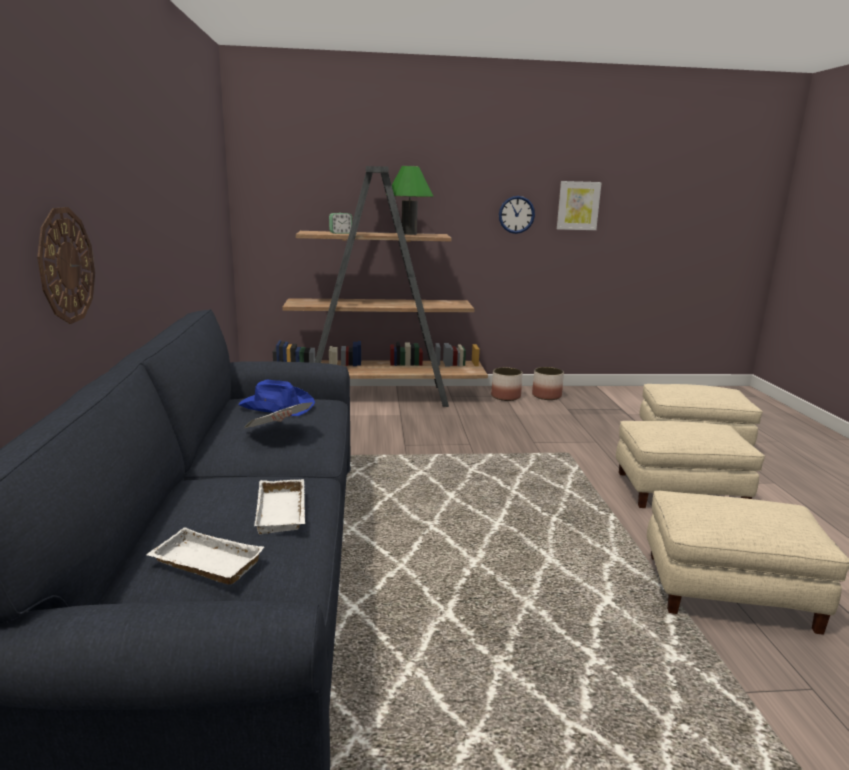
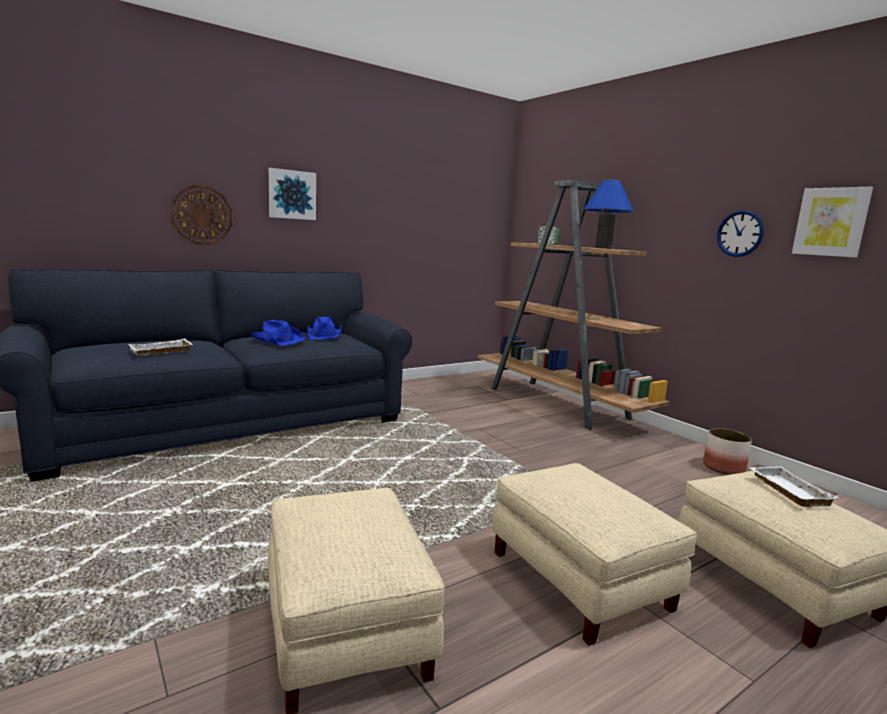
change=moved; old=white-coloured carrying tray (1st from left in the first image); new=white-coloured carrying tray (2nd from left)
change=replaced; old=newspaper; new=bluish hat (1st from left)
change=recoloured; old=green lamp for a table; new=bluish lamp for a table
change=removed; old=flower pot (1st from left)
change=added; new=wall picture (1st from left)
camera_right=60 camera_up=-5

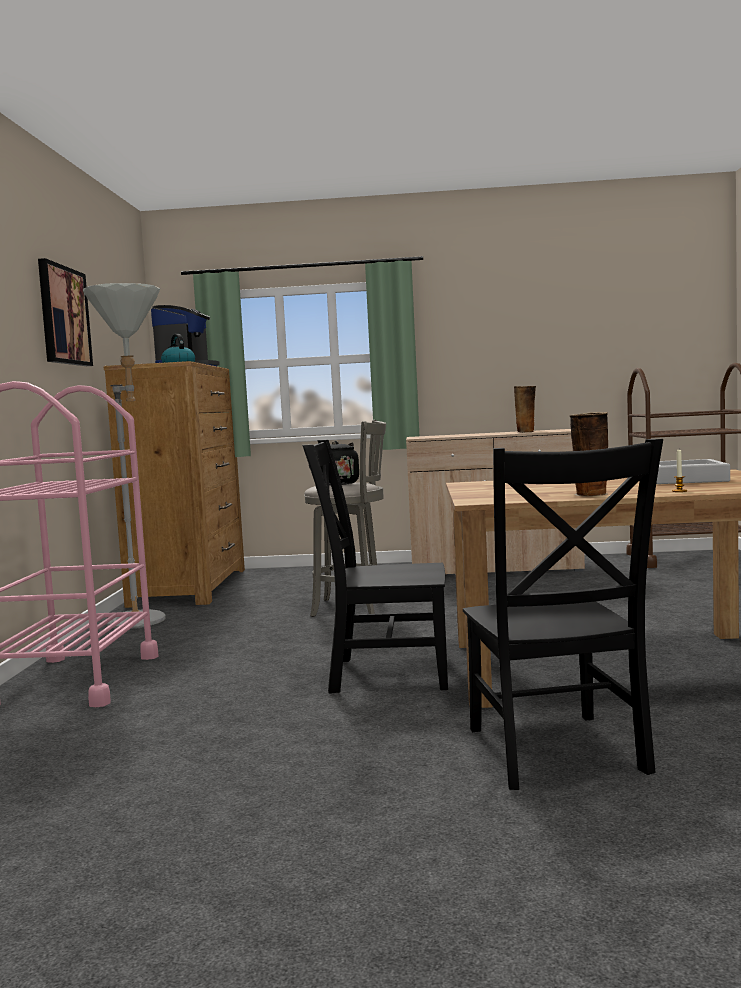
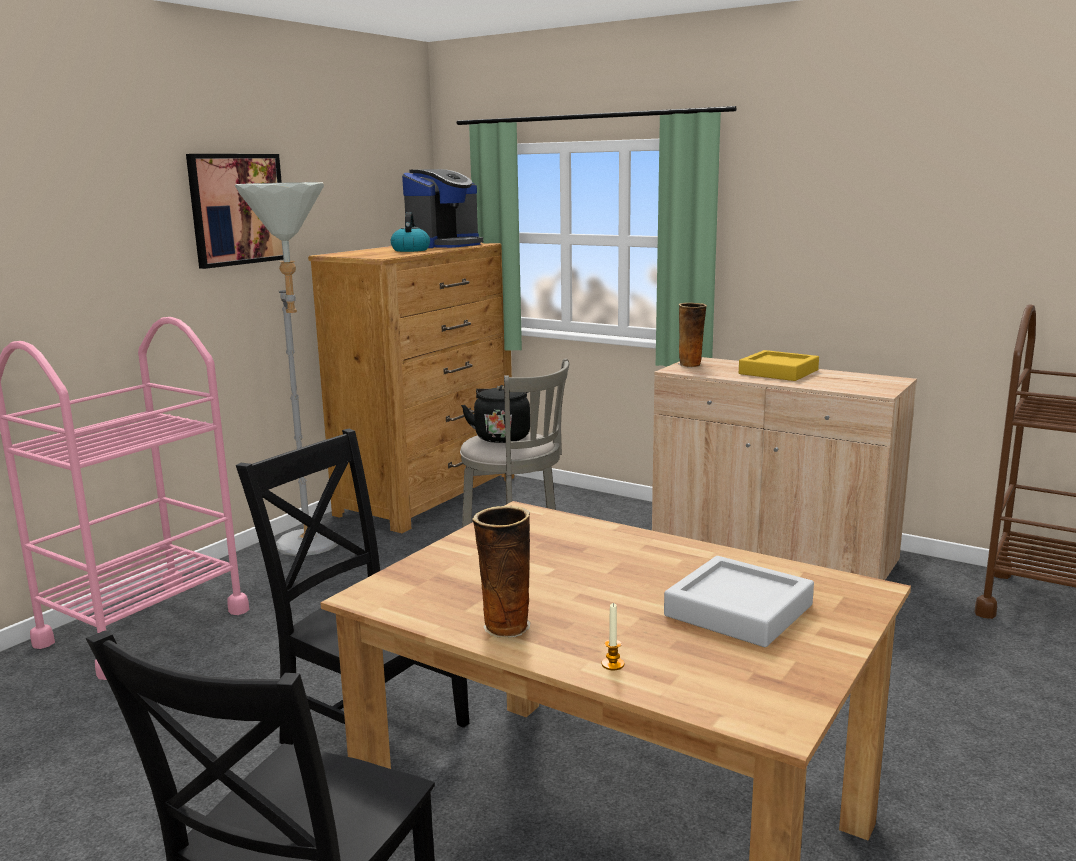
change=moved; old=flower vase (1st from left in the first image); new=flower vase (2nd from left)
change=added; new=yellow carrying tray
camera_right=30 camera_up=10

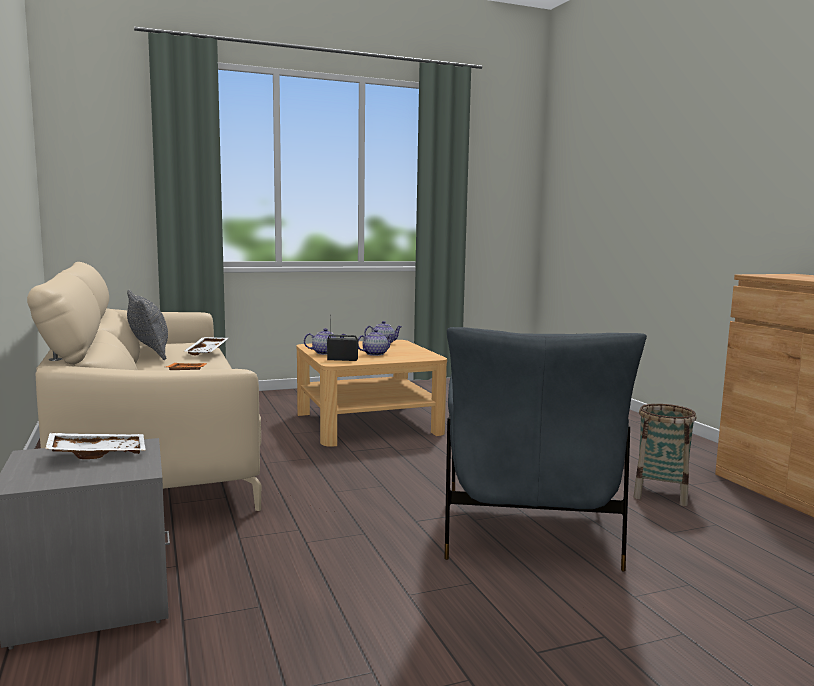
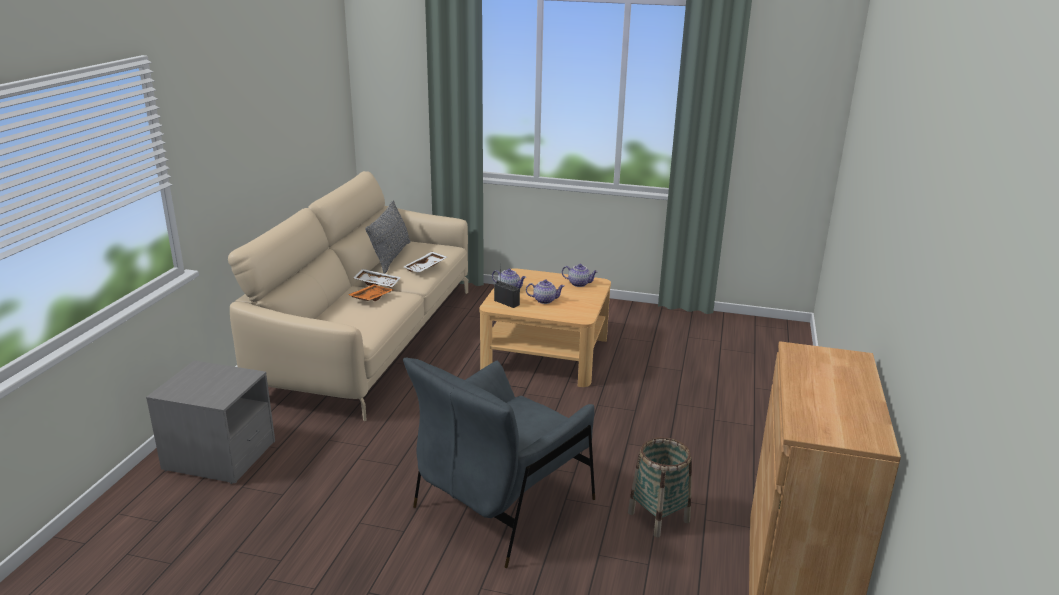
change=moved; old=white-coloured carrying tray (1st from left)
camera_right=35 camera_up=15

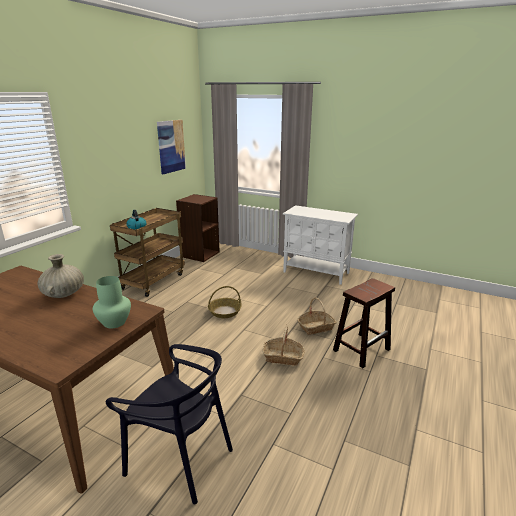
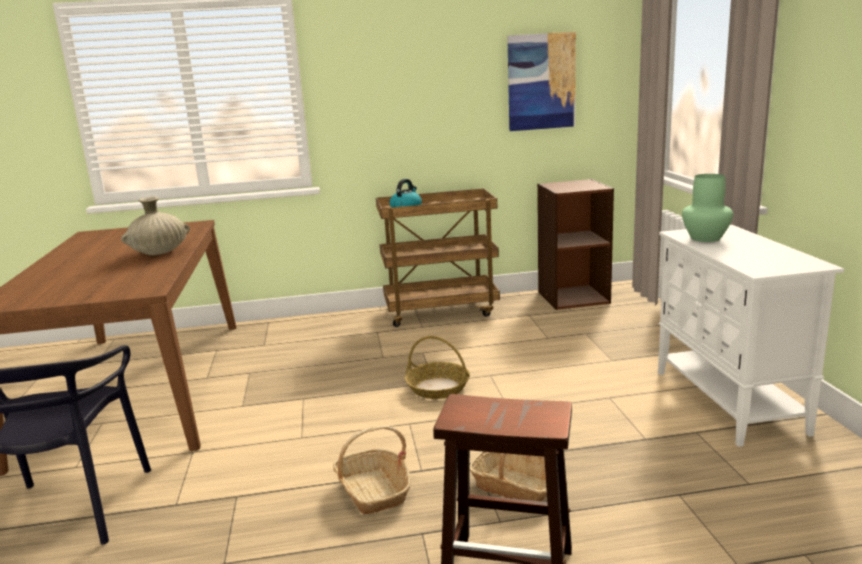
change=moved; old=green flower vase
camera_right=55 camera_up=-5

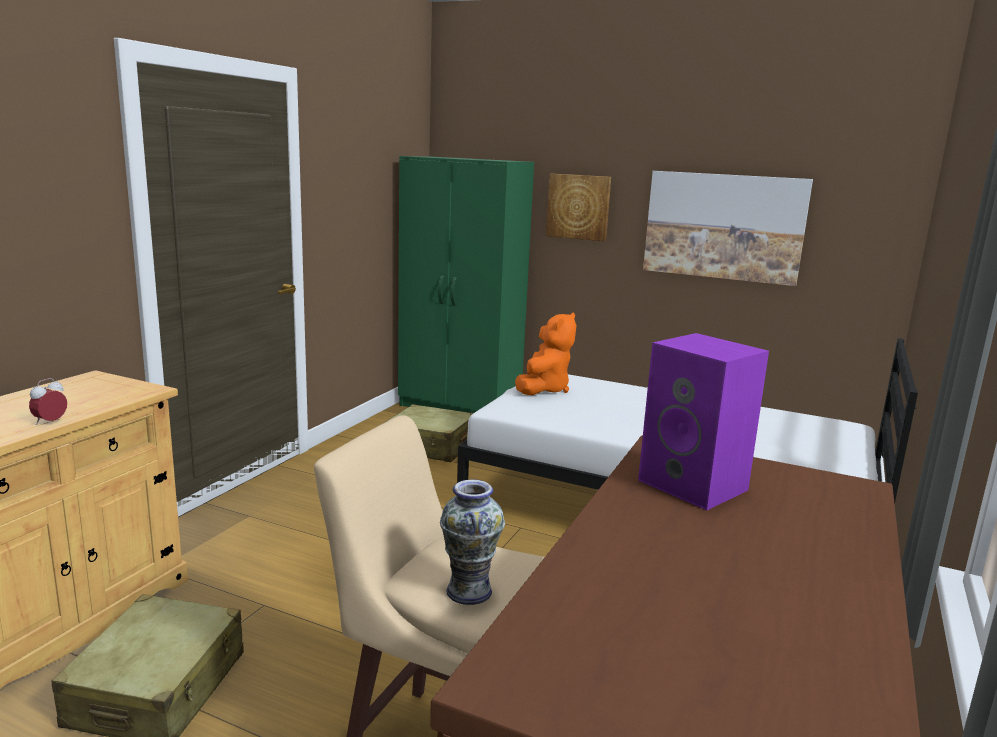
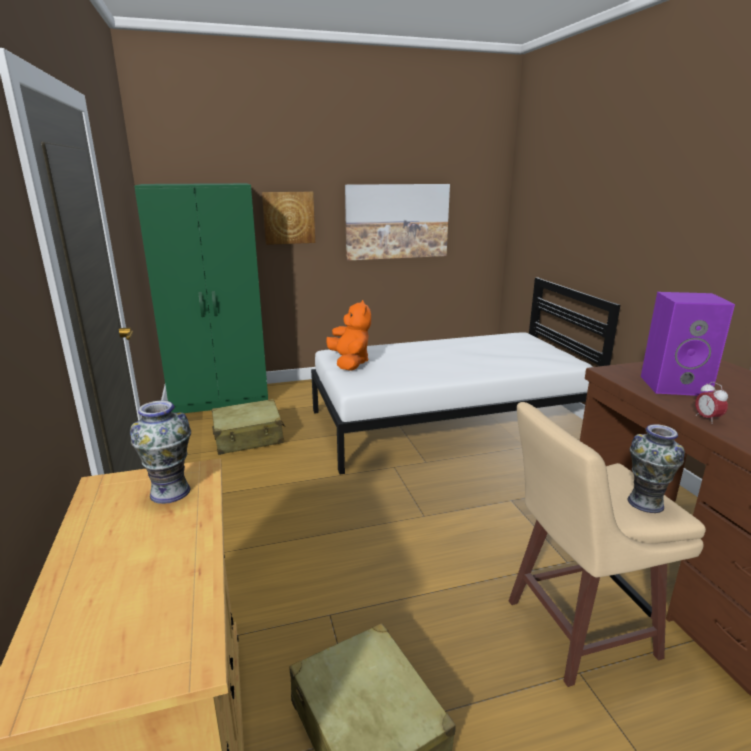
change=moved; old=table clock
change=added; new=flower vase (1st from left)
camera_right=-40 camera_up=5

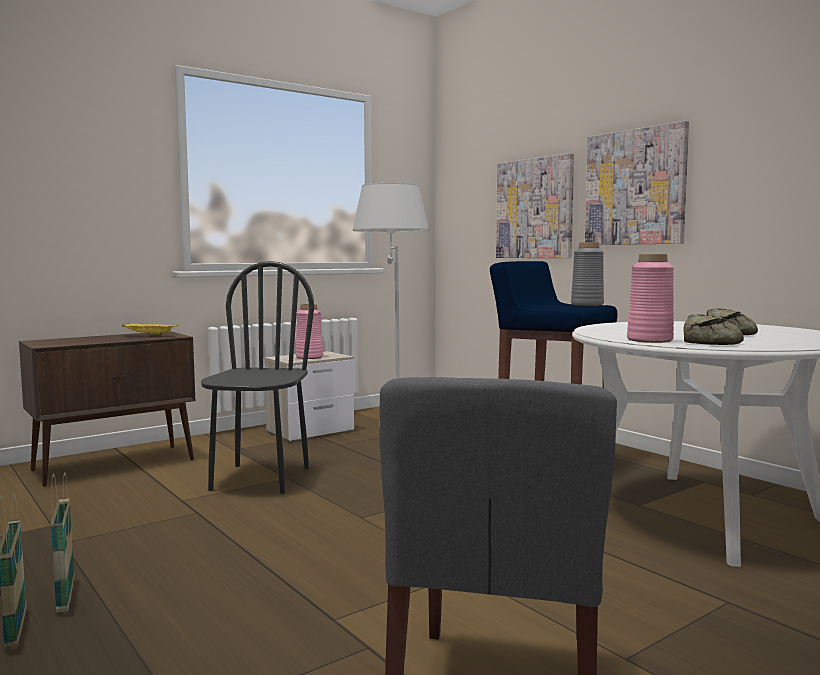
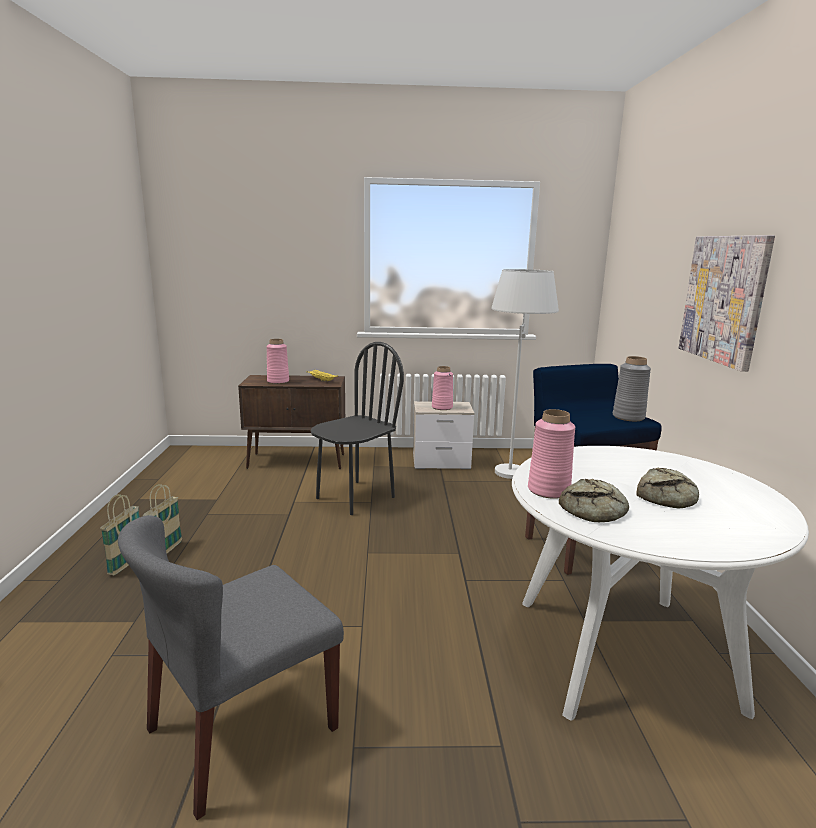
change=removed; old=wall picture (1st from left)
change=added; new=pinkish flower vase (1st from left)
camera_right=35 camera_up=10

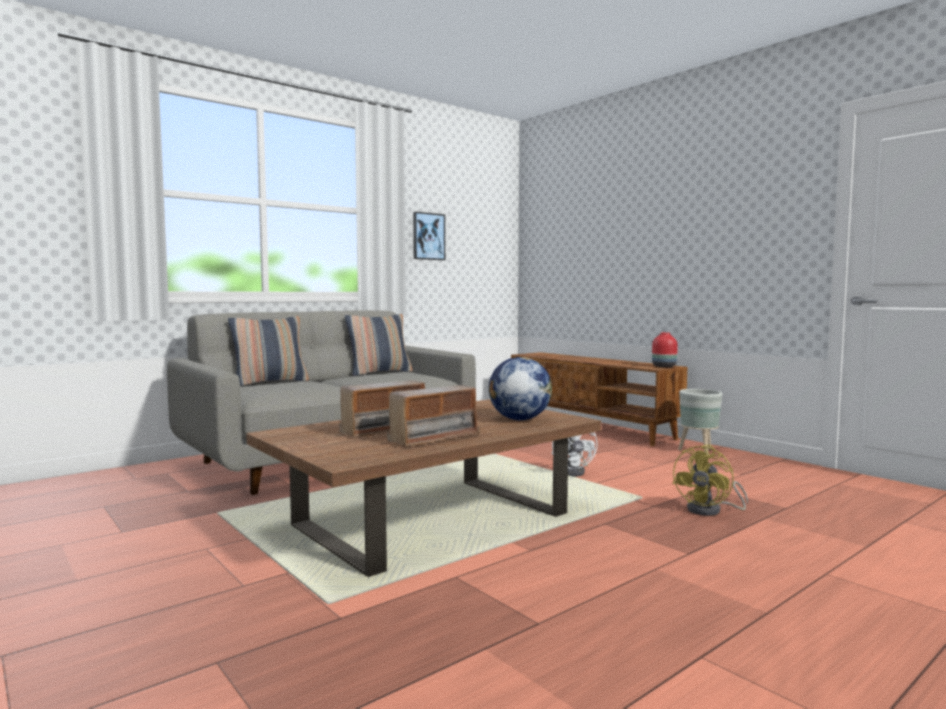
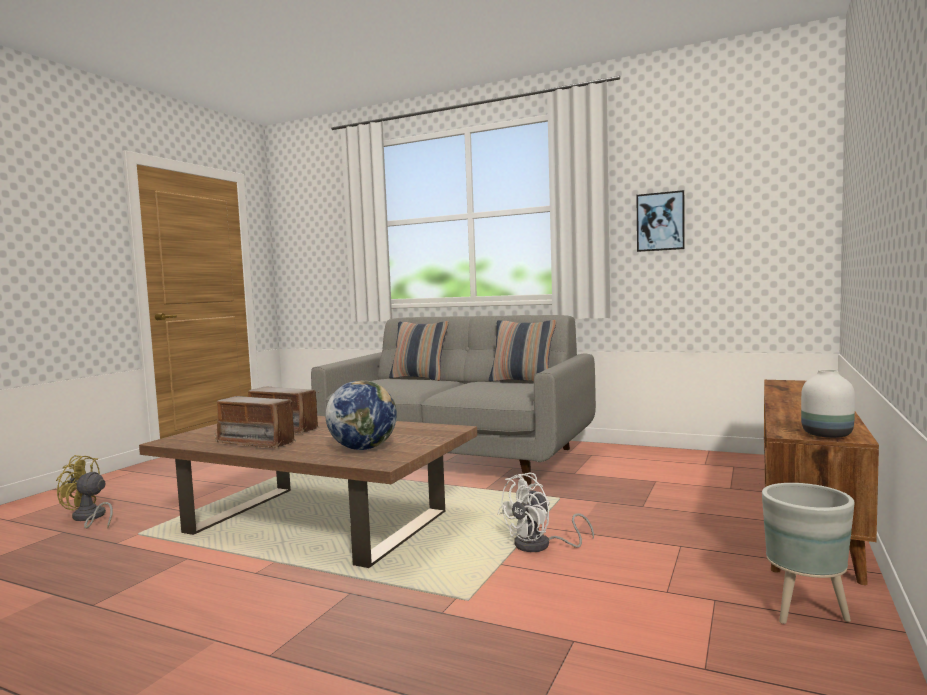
change=recoloured; old=reddish flower vase; new=white-coloured flower vase
change=moved; old=yellow electric fan
camera_right=65 camera_up=0

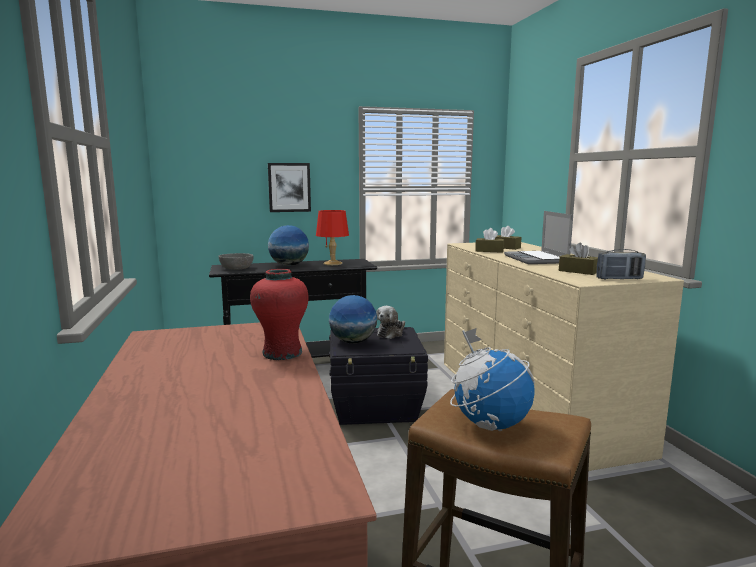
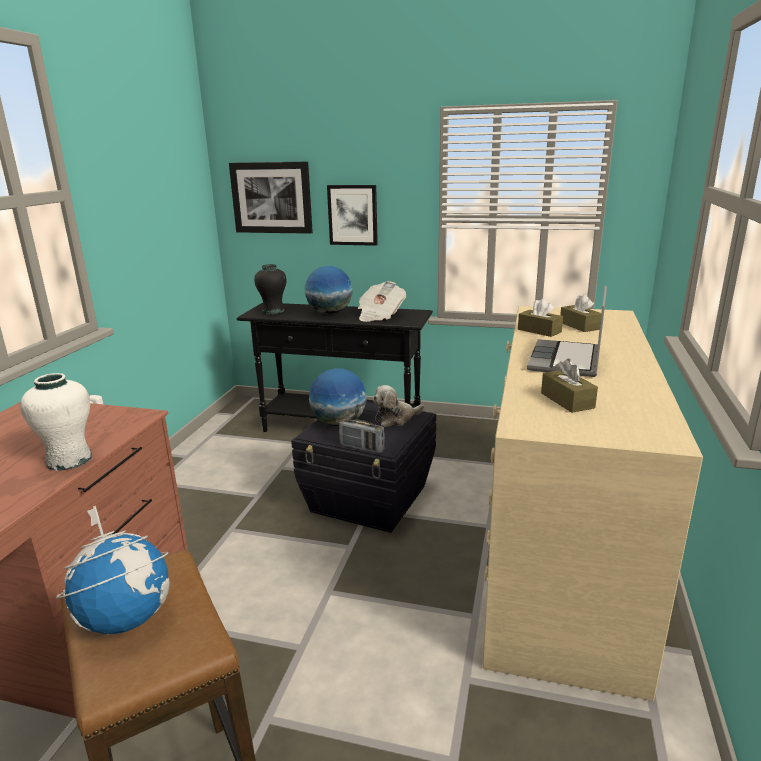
change=replaced; old=greyish deep dish; new=black-coloured flower vase
change=recoloured; old=reddish flower vase; new=white-coloured flower vase
change=replaced; old=reddish lamp for a table; new=newspaper
change=moved; old=radio
change=added; new=wall picture (1st from left)
camera_right=30 camera_up=10

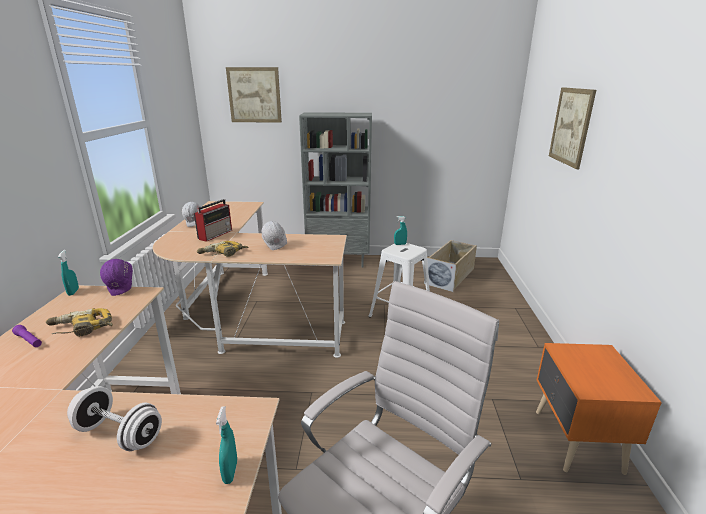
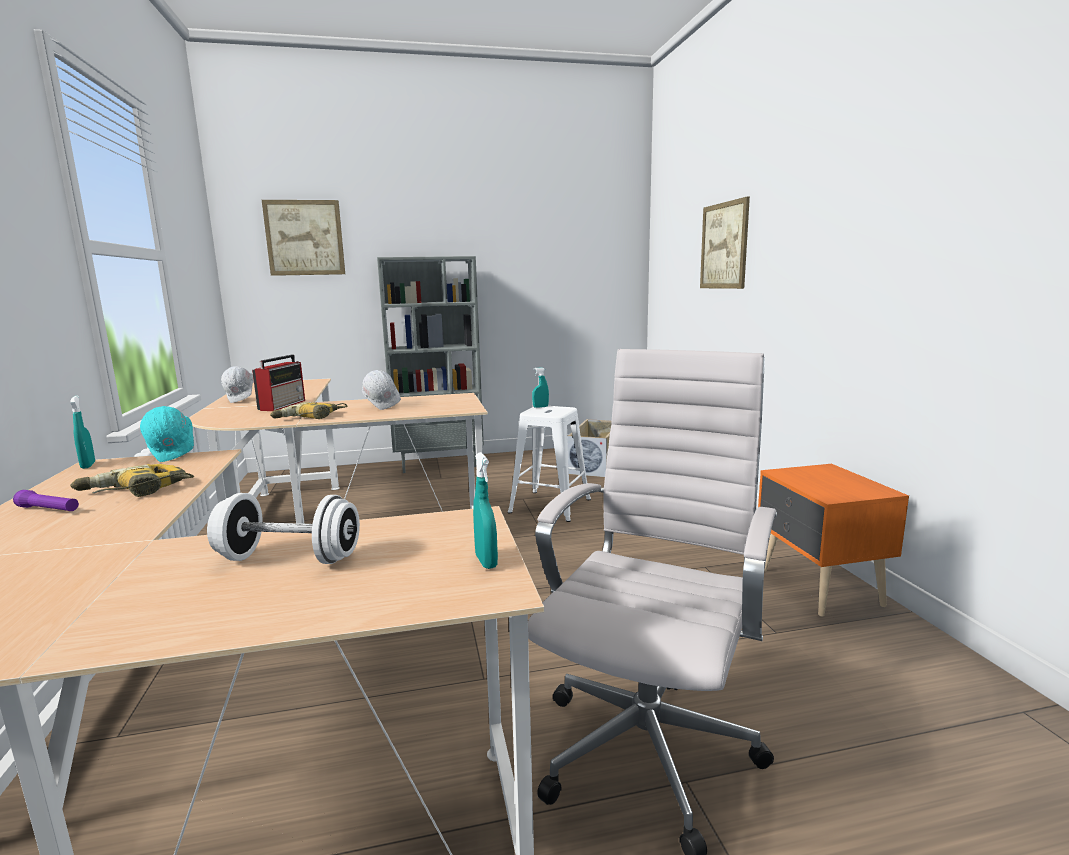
change=recoloured; old=purplish hard hat; new=turquoise hard hat
camera_right=-15 camera_up=-10

